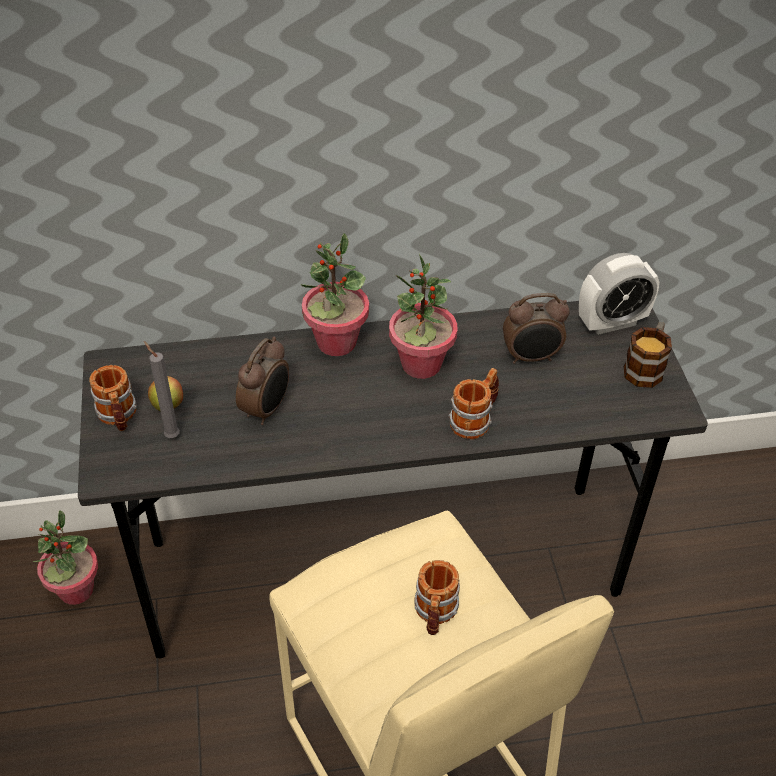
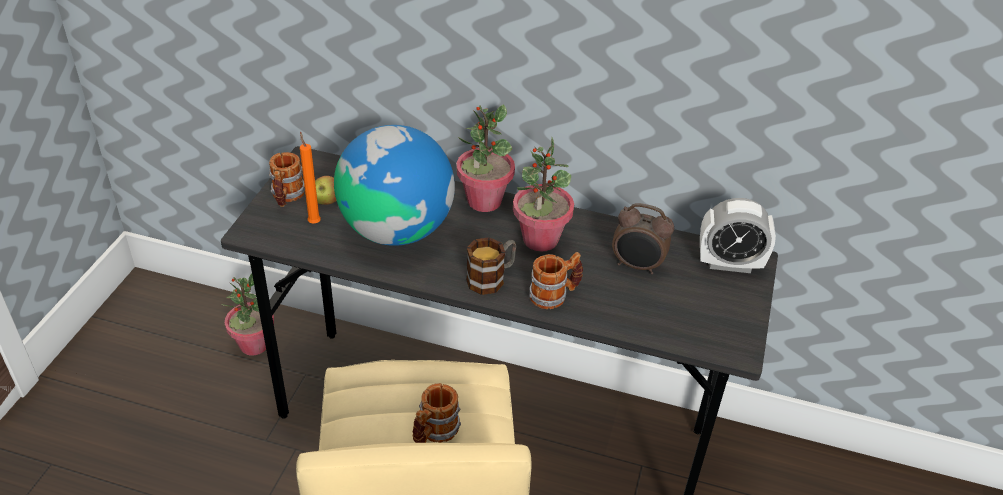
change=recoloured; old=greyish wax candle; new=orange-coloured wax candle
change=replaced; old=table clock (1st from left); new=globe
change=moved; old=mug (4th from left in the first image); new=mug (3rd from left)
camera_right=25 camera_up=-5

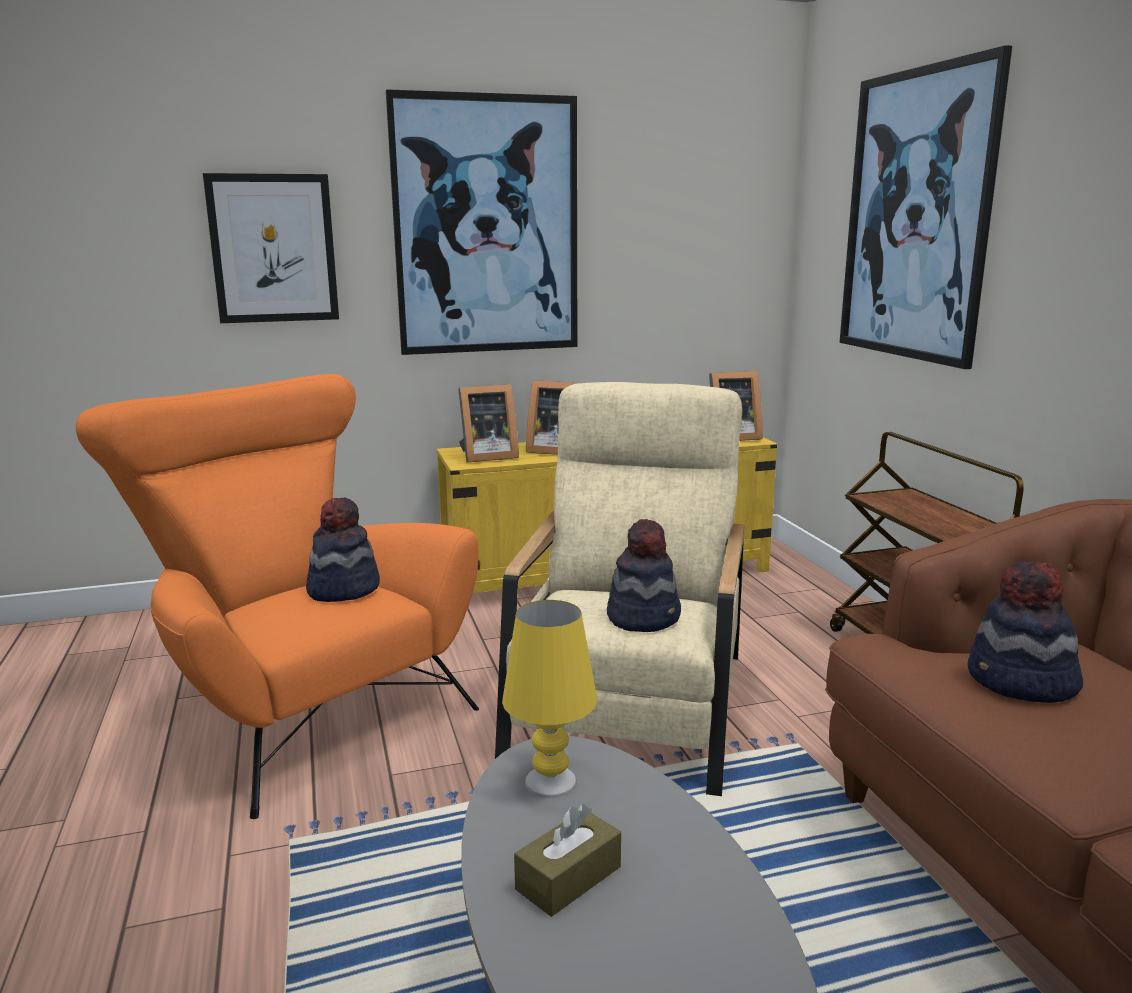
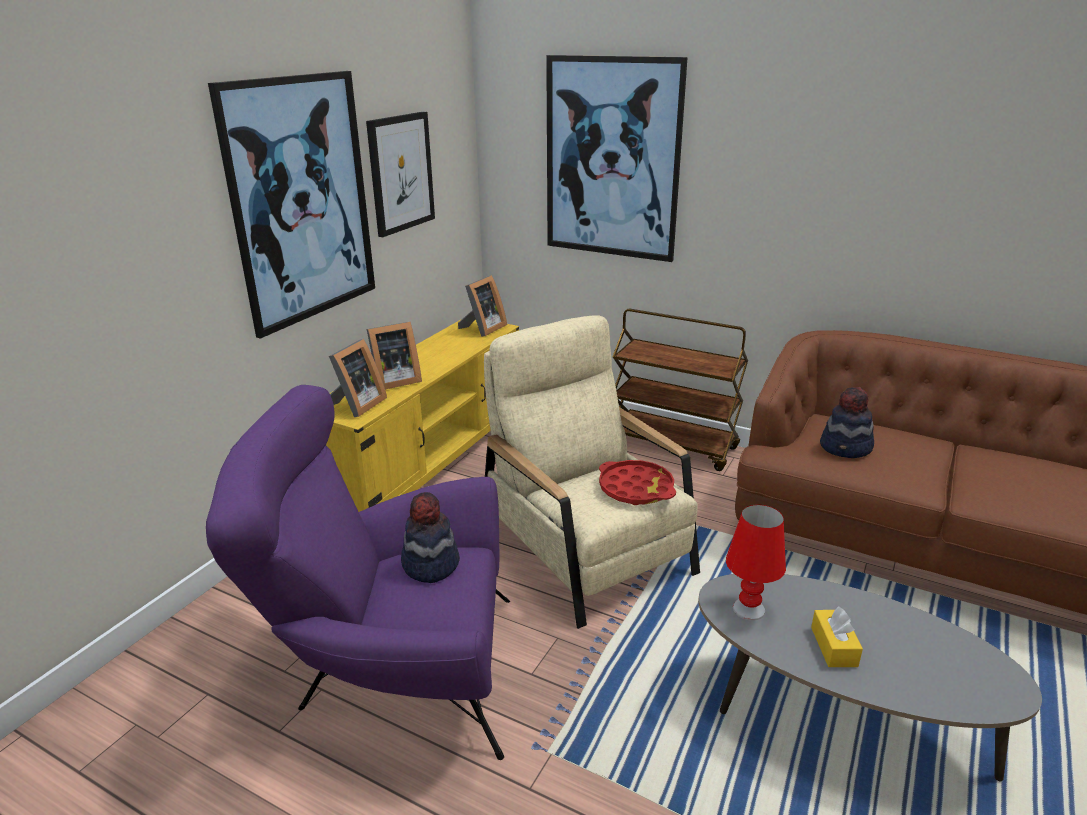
change=recoloured; old=orange-coloured easy chair; new=purplish easy chair
change=moved; old=wall picture (1st from left in the first image); new=wall picture (2nd from left)
change=recoloured; old=yellow lamp for a table; new=reddish lamp for a table
change=recoloured; old=brown tissue box; new=yellow tissue box
change=replaced; old=hat (2nd from left); new=reddish carrying tray
camera_right=-45 camera_up=10

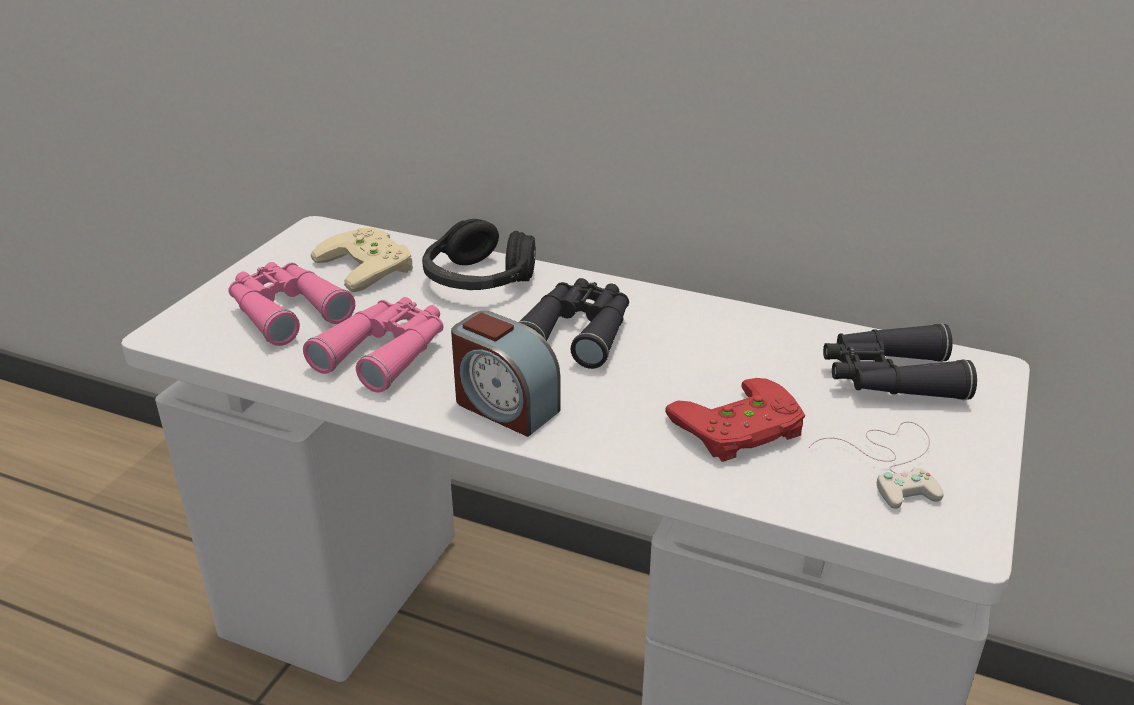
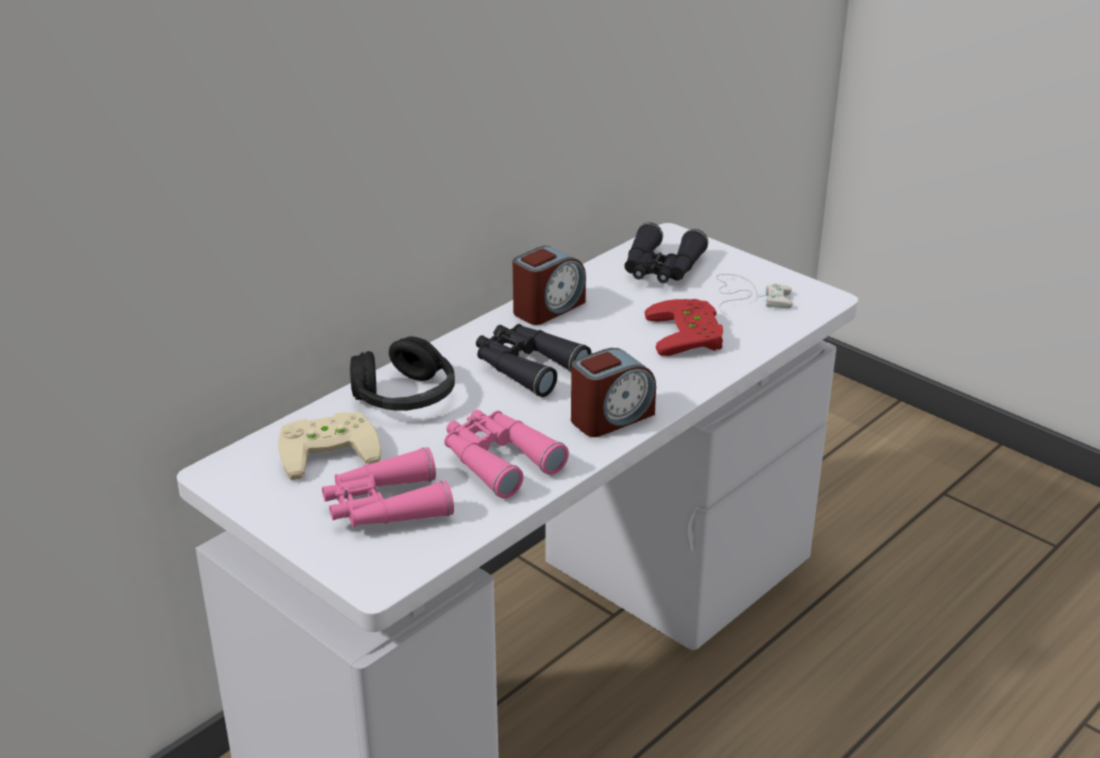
change=added; new=table clock (1st from left)
camera_right=-70 camera_up=0

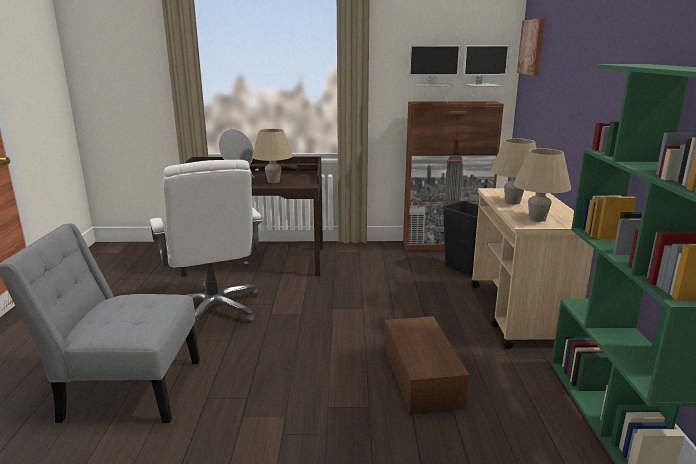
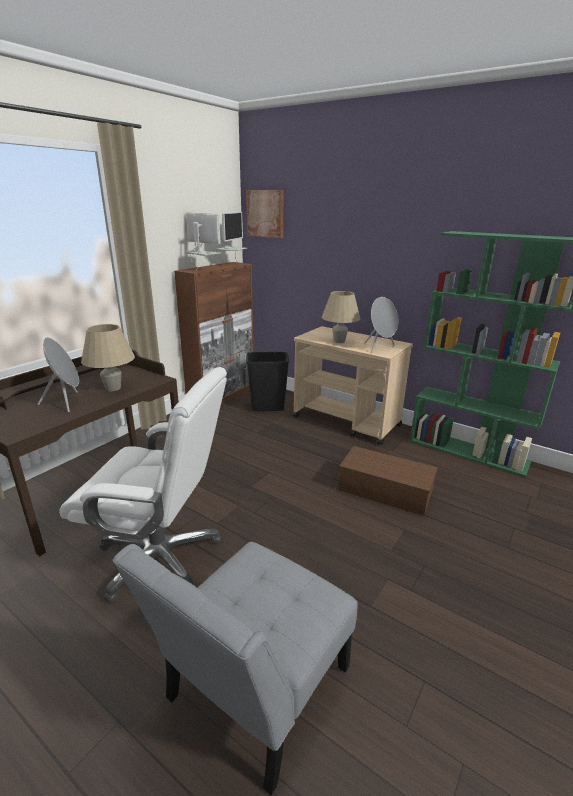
change=turned; old=computer display (1st from left); degrees=-90
change=replaced; old=beige lamp for a table (3rd from left); new=greyish audio speaker (2nd from left)
camera_right=-55 camera_up=5

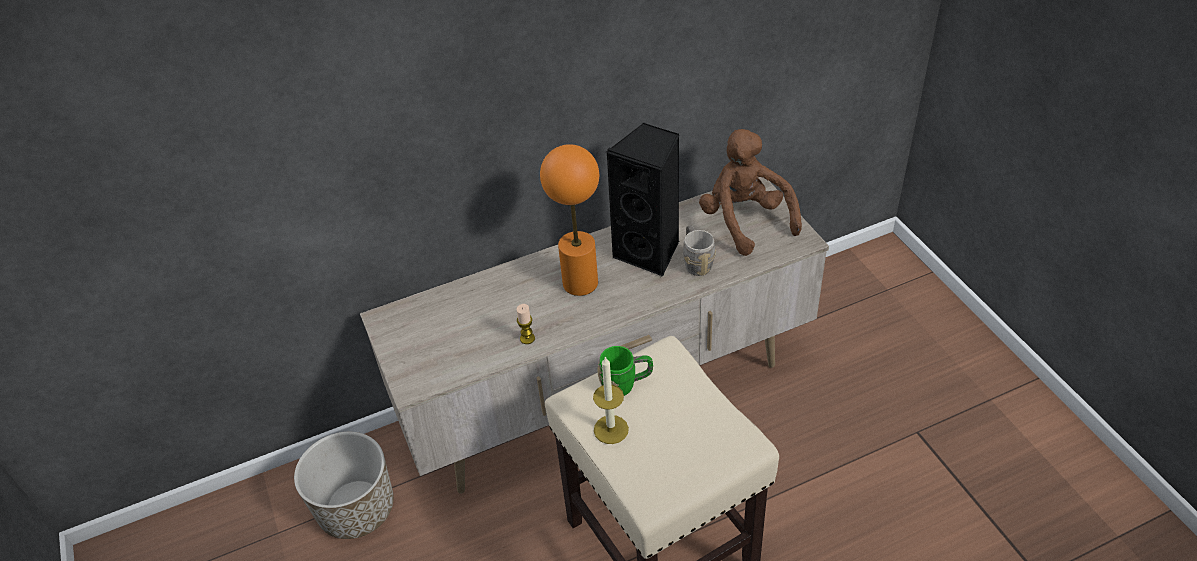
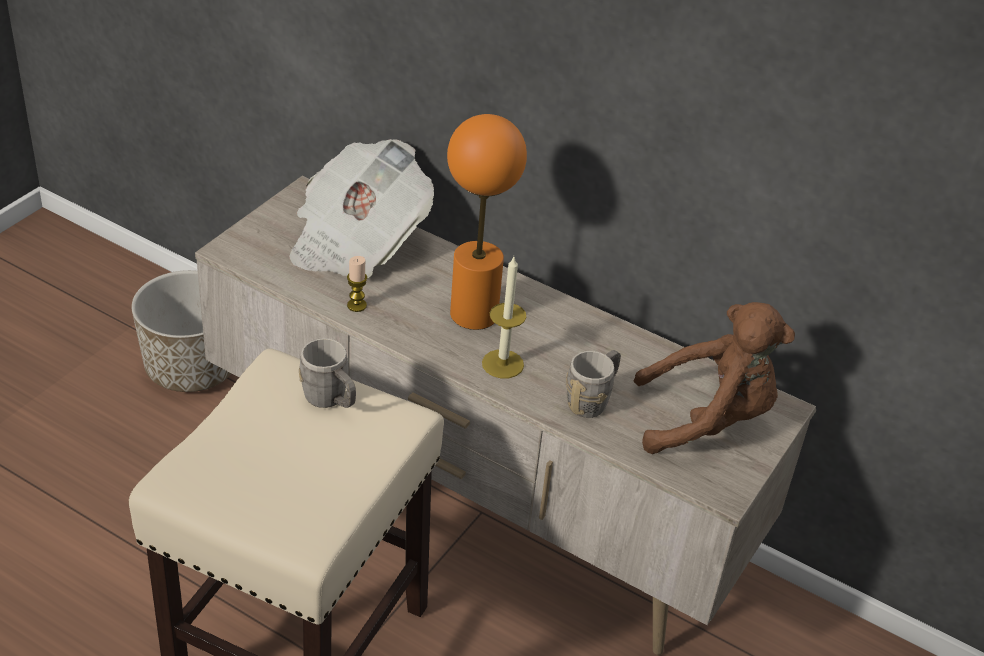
change=moved; old=wax candle (2nd from left)
change=recoloured; old=green mug; new=greyish mug (1st from left)
change=removed; old=black-coloured audio speaker
change=turned; old=brown cuddly toy; degrees=60
change=added; new=newspaper
camera_right=50 camera_up=-5

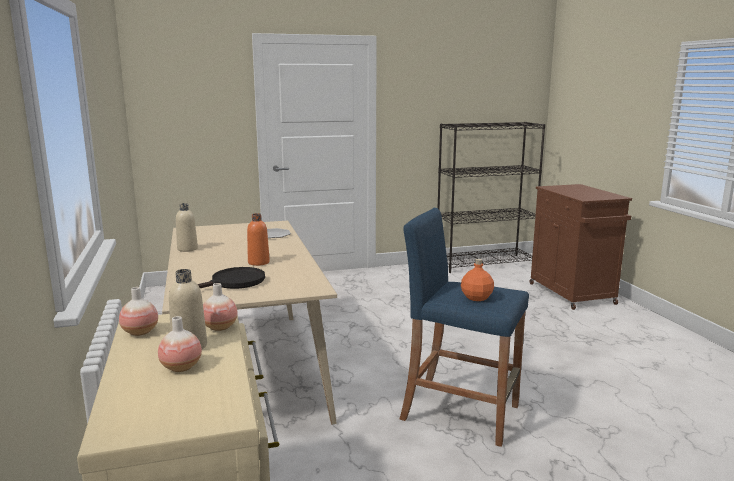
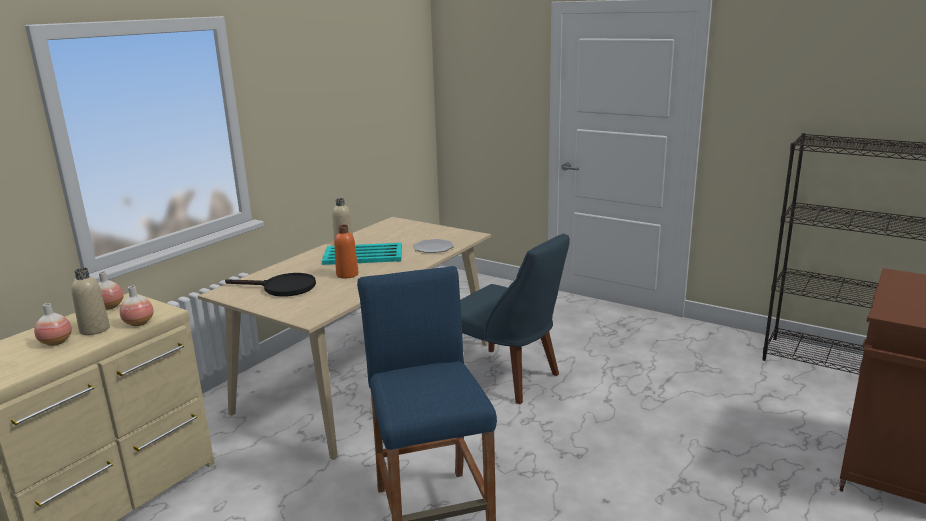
change=removed; old=orange-coloured beverage bottle (2nd from left)
change=added; new=turquoise carrying tray
change=added; new=bluish upright chair
camera_right=50 camera_up=5

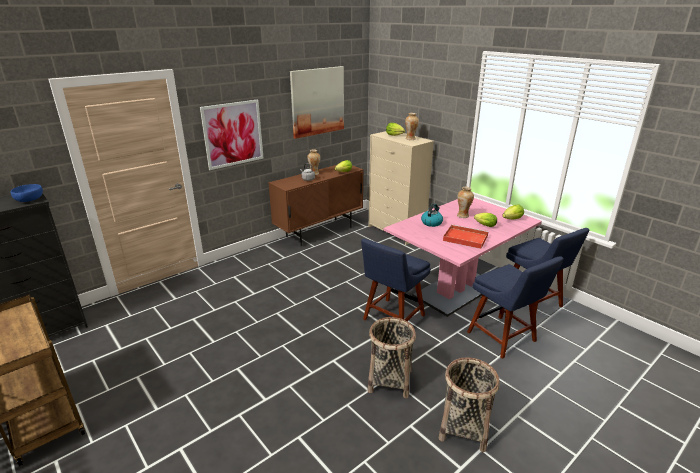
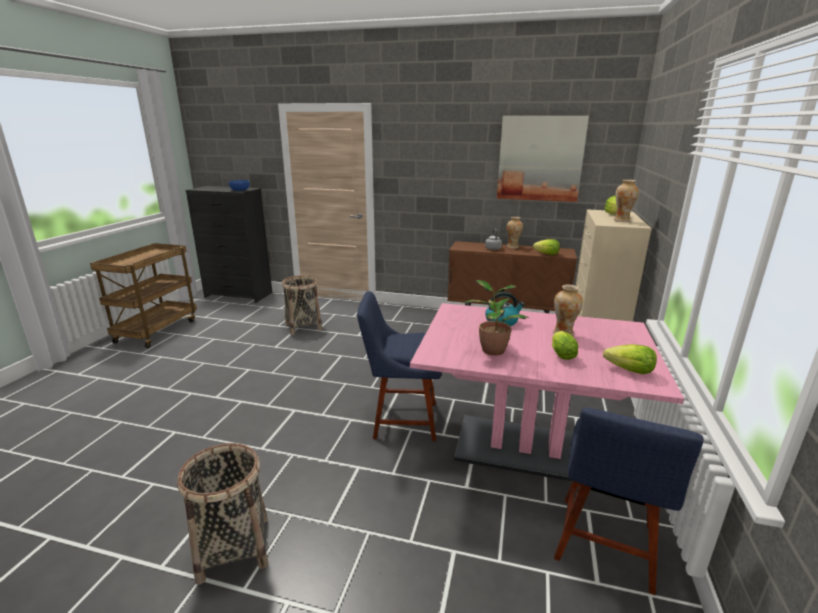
change=removed; old=wall picture (1st from left)
change=moved; old=household basket (1st from left in the first image); new=household basket (2nd from left)
change=replaced; old=reddish carrying tray; new=plant in a pot
change=removed; old=bluish upright chair (2nd from left)
camera_right=55 camera_up=-5

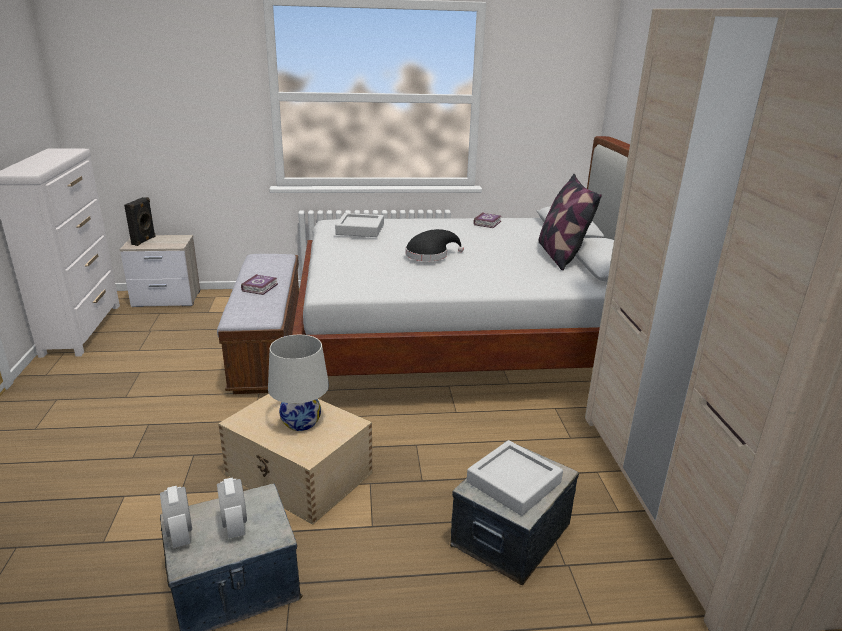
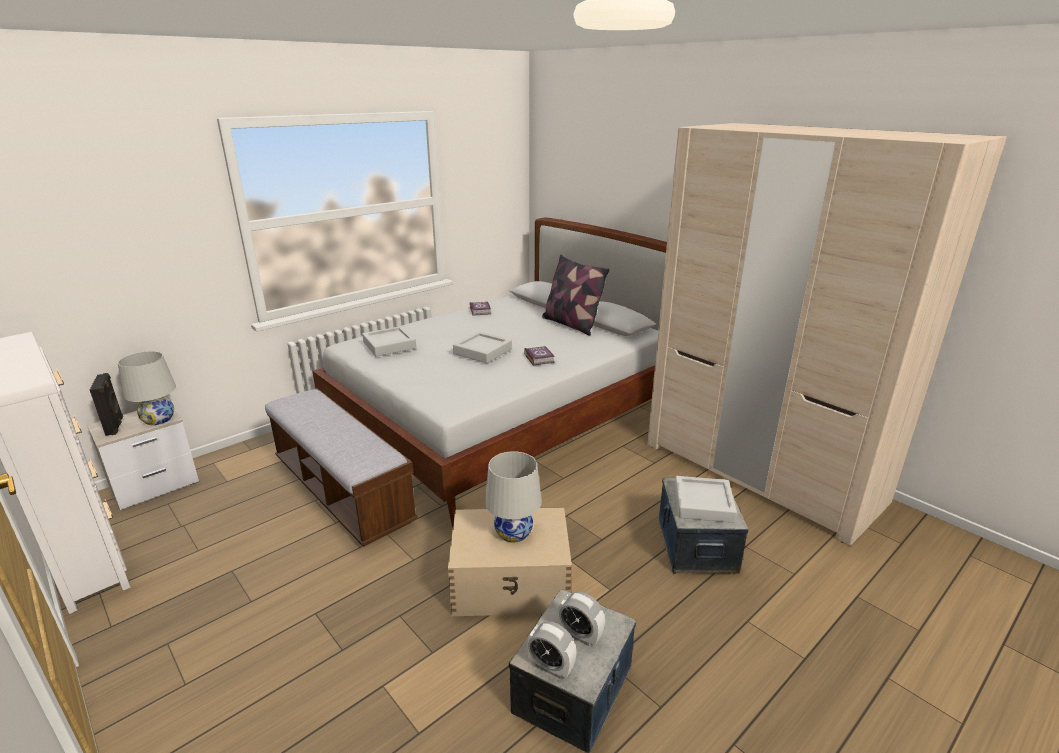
change=moved; old=bound book (1st from left in the first image); new=bound book (2nd from left)
change=replaced; old=black-coloured hat; new=greyish carrying tray (2nd from left)
change=added; new=white-coloured lamp for a table (1st from left)
camera_right=-35 camera_up=0

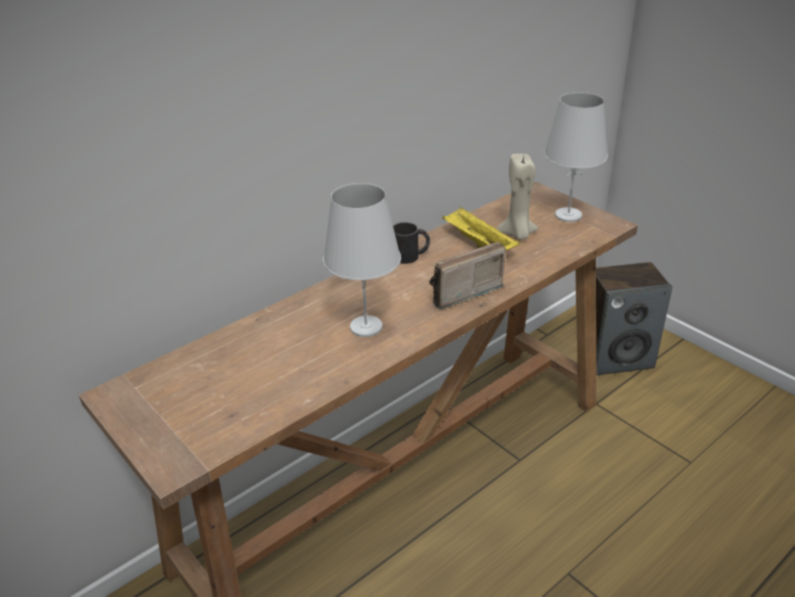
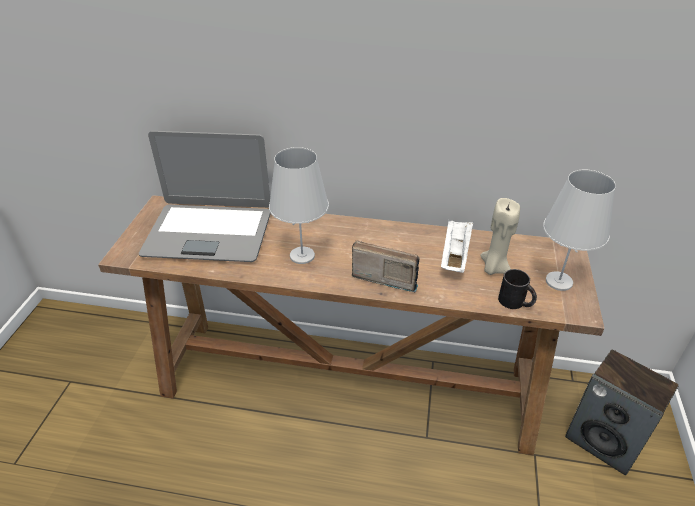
change=moved; old=black-coloured mug
change=recoloured; old=yellow carrying tray; new=white-coloured carrying tray
change=added; new=portable computer
camera_right=50 camera_up=5

